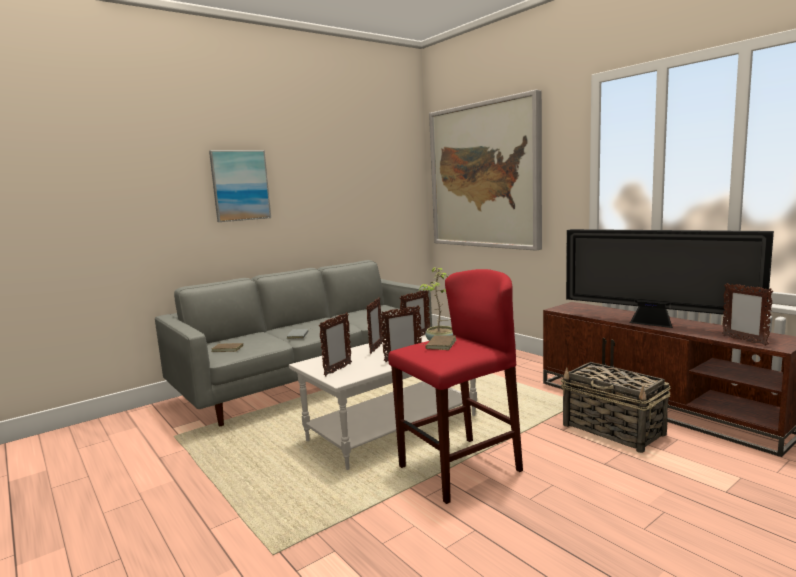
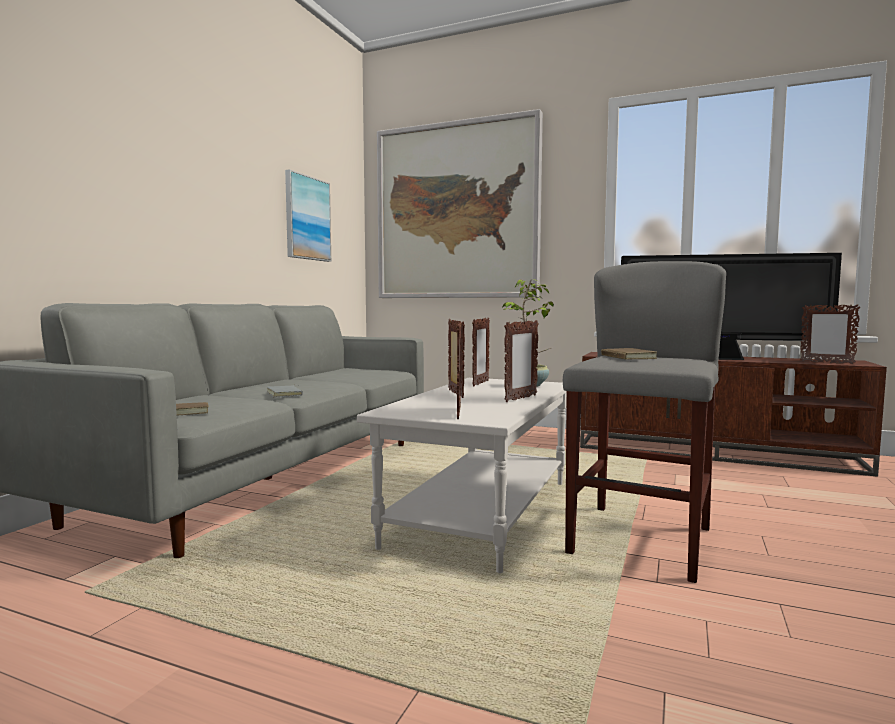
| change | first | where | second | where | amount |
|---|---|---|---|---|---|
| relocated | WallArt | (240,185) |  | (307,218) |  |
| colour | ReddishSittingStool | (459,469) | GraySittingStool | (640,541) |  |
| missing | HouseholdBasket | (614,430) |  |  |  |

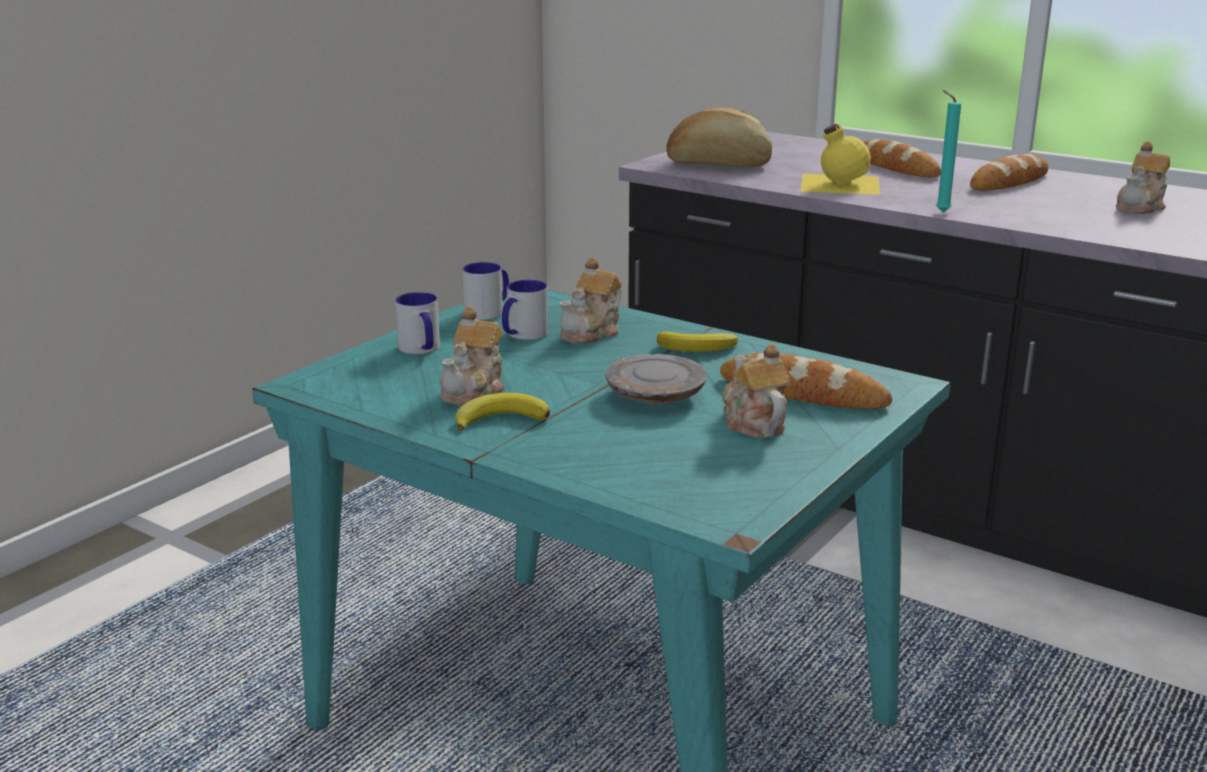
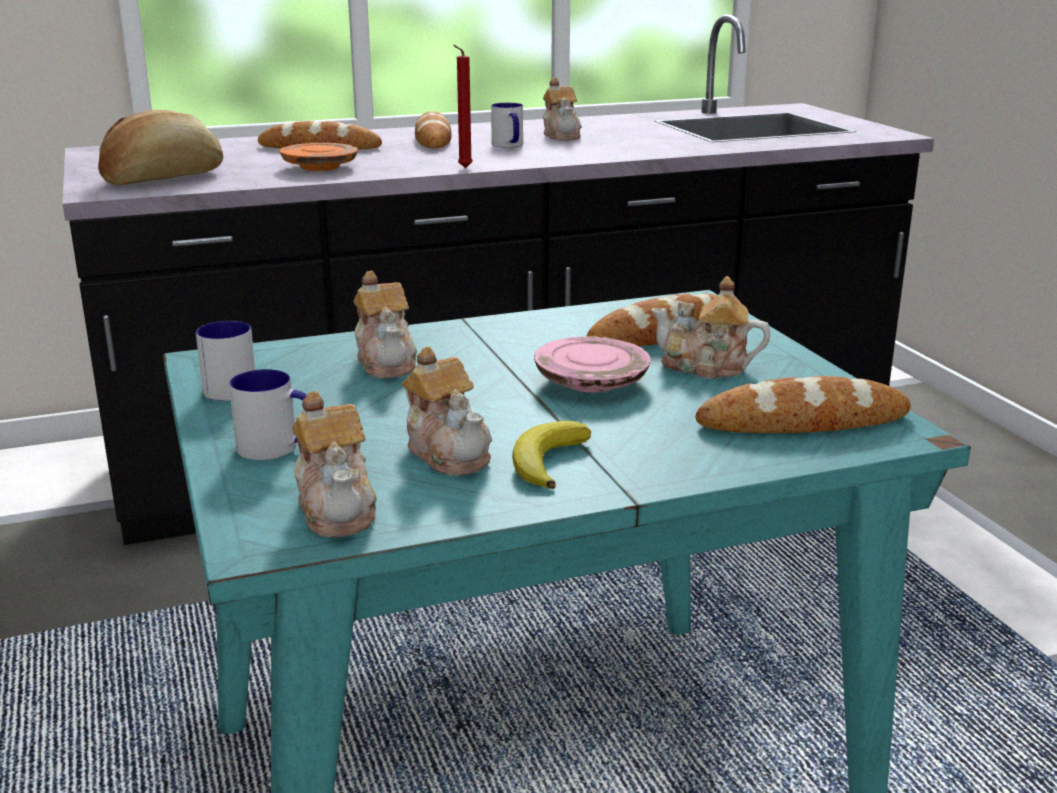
| change | first | where | second | where | amount |
|---|---|---|---|---|---|
| colour | TurquoiseWaxLight | (940,212) | ReddishWaxLight | (463,168) |  |
| exchanged | YellowColouredBeverageBottle | (838,183) | OrangeColouredPlate | (319,167) |  |
| relocated | Mug | (523,335) |  | (509,145) |  |
| missing | WholeBanana | (699,347) |  |  |  |
| colour | GrayPlate | (656,395) | PinkPlate | (591,382) |  |
| appeared |  |  | BakeryBread | (803,421) |  |
| appeared |  |  | Teapot | (338,508) |  |

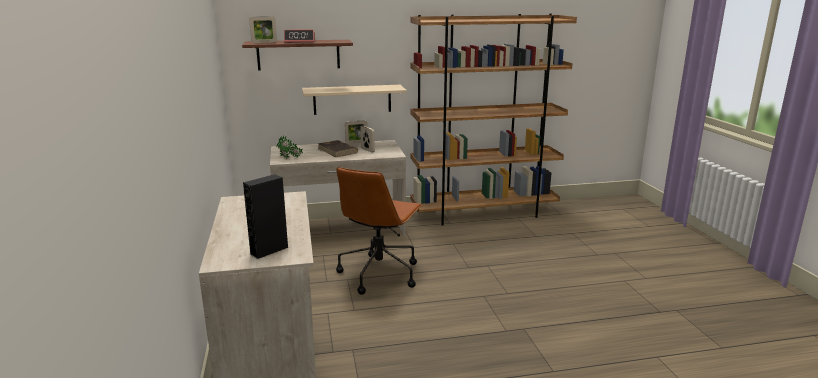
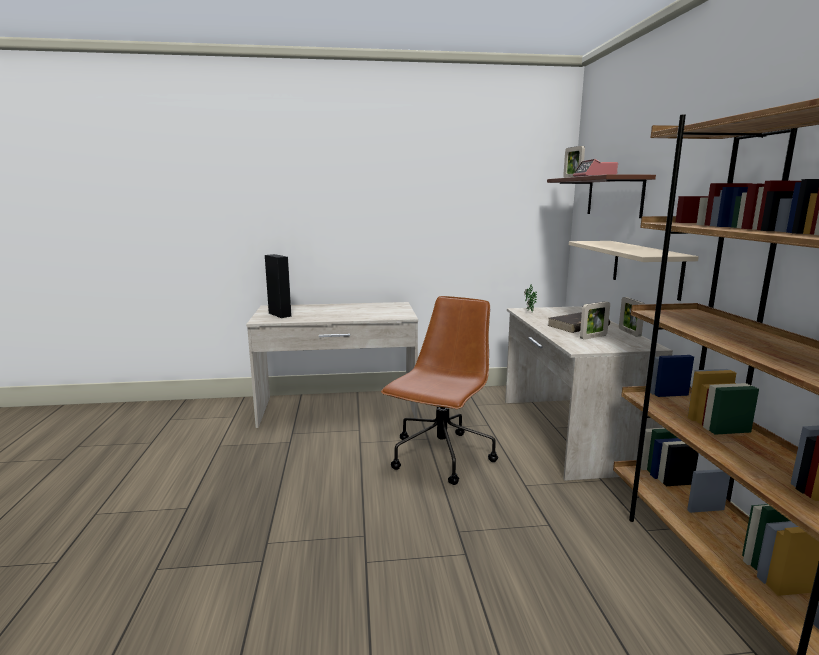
| change | first | where | second | where | amount |
|---|---|---|---|---|---|
| spun | BrownishComputerChair | (379,273) |  | (441,457) | 90 degrees clockwise |

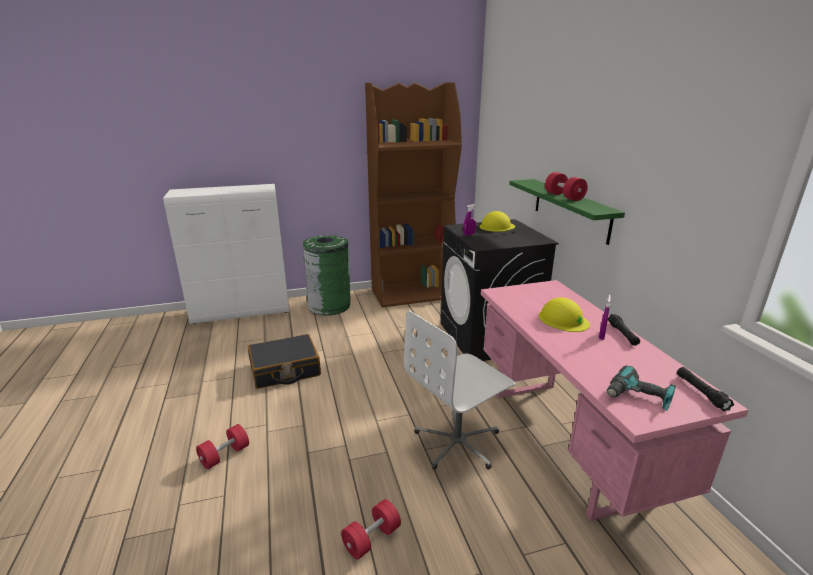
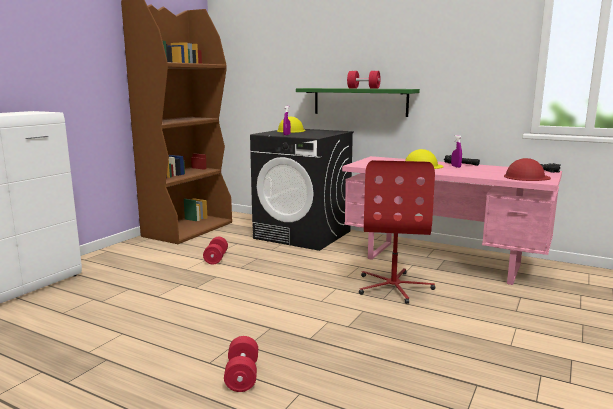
| change | first | where | second | where | amount |
|---|---|---|---|---|---|
| missing | GreenColouredRubbishBin | (329,306) |  |  |  |
| colour | WhitishComputerChair | (458,442) | ReddishComputerChair | (394,287) |  |
| missing | BlackSuitcase | (285,370) |  |  |  |
| exchanged | ElectricDrill | (638,397) | ReddishHardHat | (526,177) |  |
| relocated | ReddishFreeWeight | (371,538) |  | (216,258) |  |

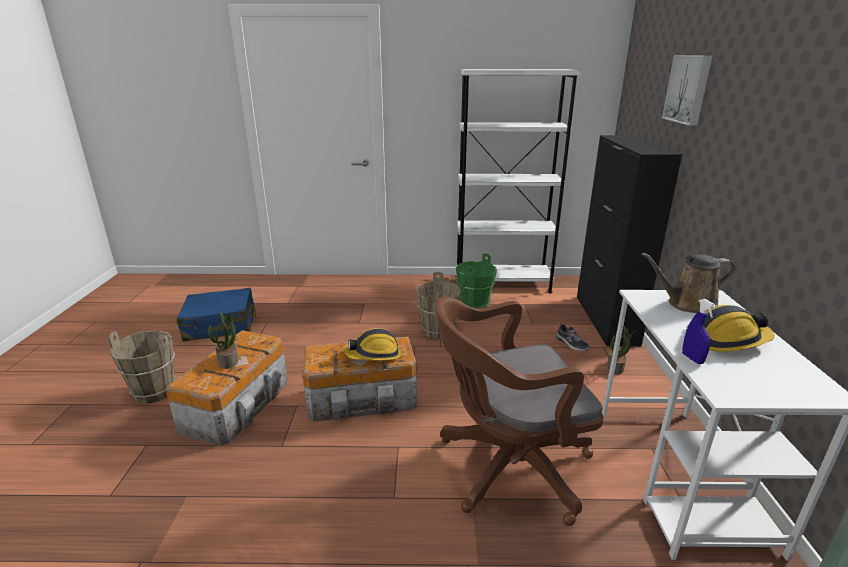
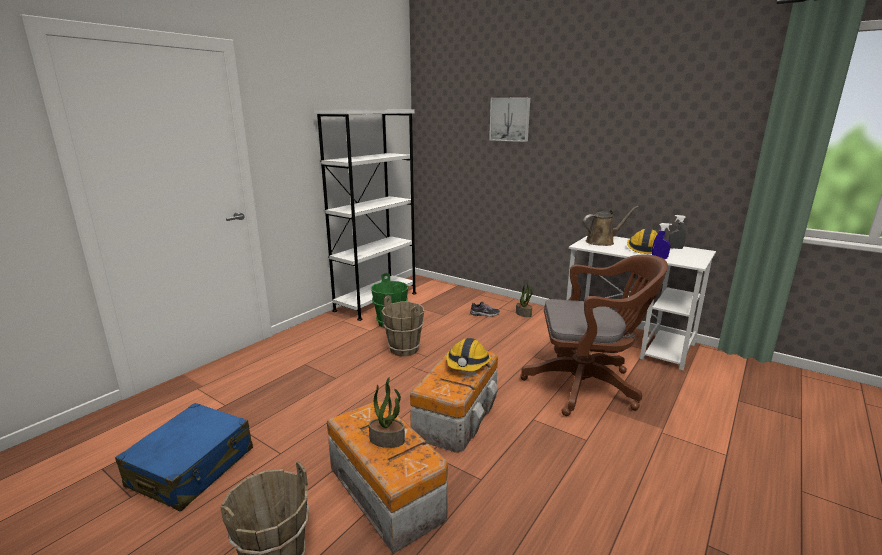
| change | first | where | second | where | amount |
|---|---|---|---|---|---|
| missing | BlackCupboard | (606,320) |  |  |  |
| spun | BrownishSprinklingCan | (687,305) |  | (602,242) | 135 degrees counterclockwise |
| spun | BrownishComputerChair | (507,467) |  | (587,386) | 105 degrees counterclockwise |
| appeared |  |  | GraySprayer | (675,248) |  |

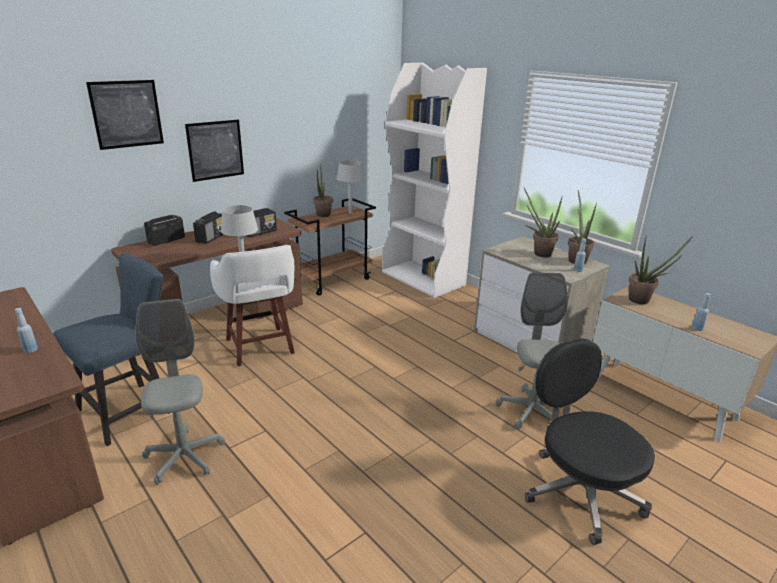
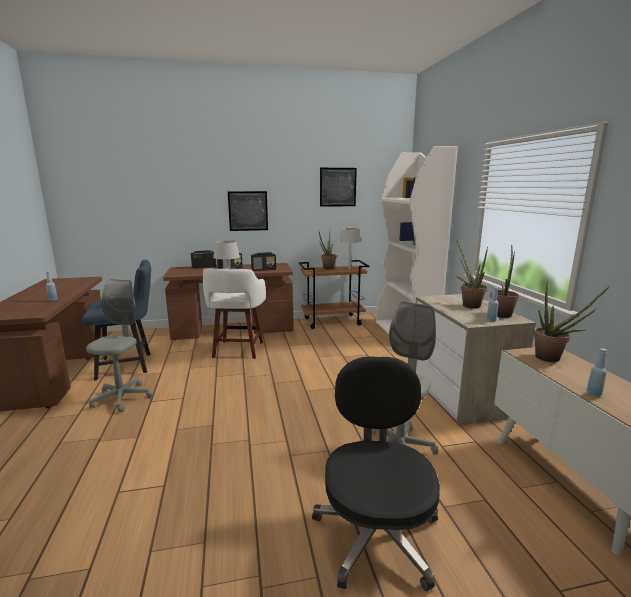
| change | first | where | second | where | amount |
|---|---|---|---|---|---|
| relocated | WallArt | (126,114) |  | (338,187) |  |

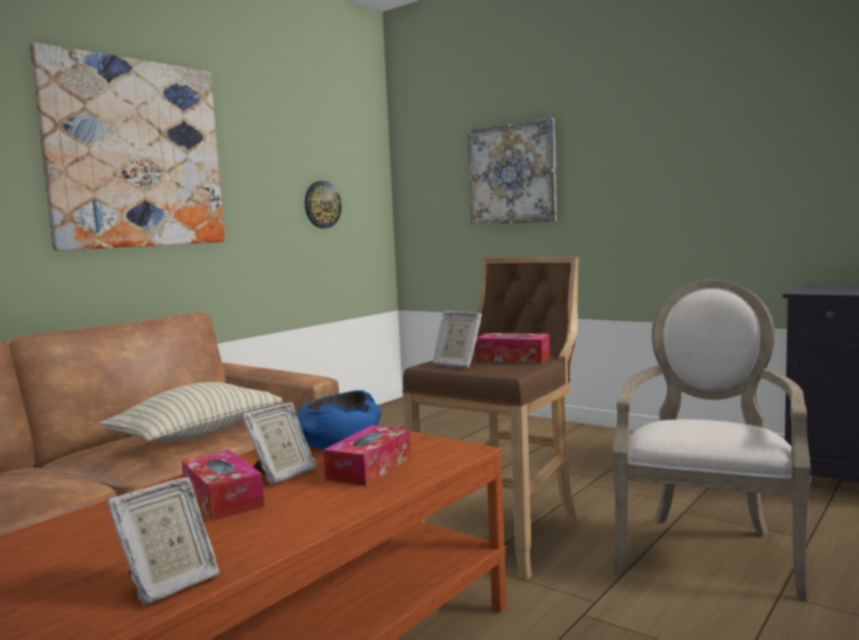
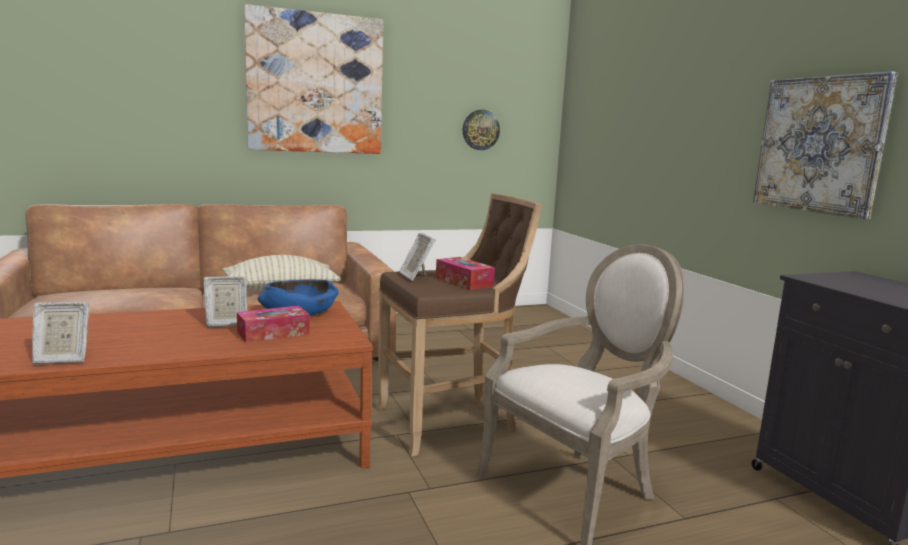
| change | first | where | second | where | amount |
|---|---|---|---|---|---|
| relocated | WallArt | (512,174) |  | (819,144) |  |
| missing | TissueHolder | (222,498) |  |  |  |

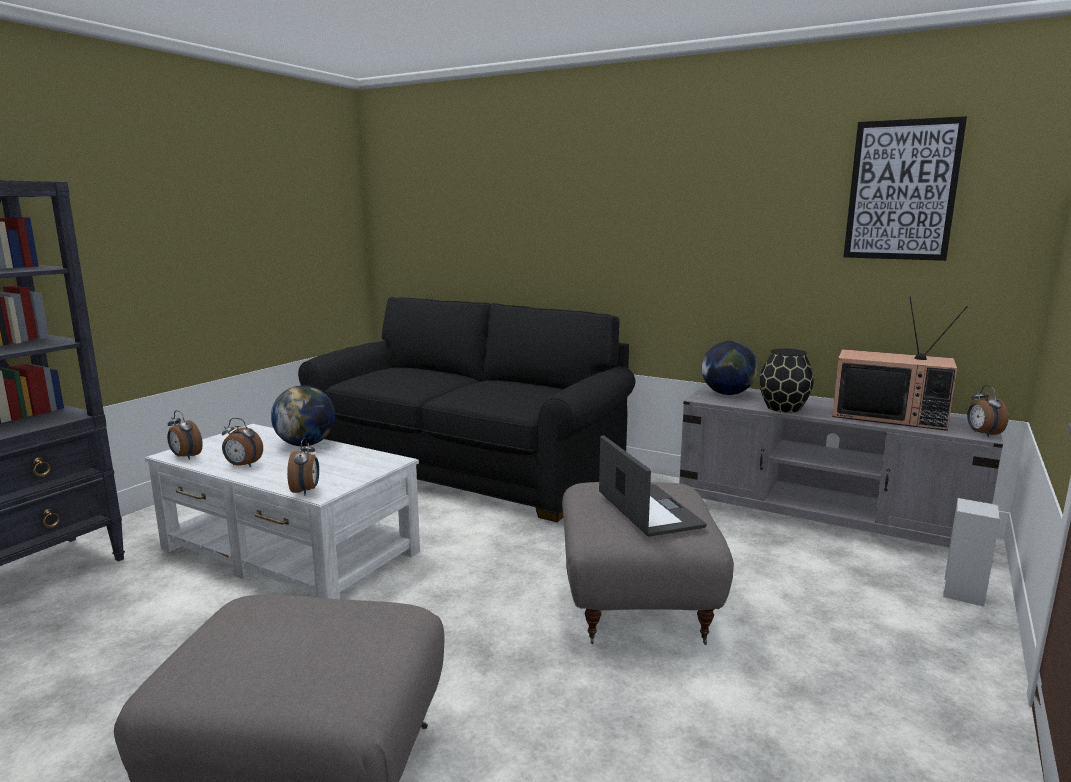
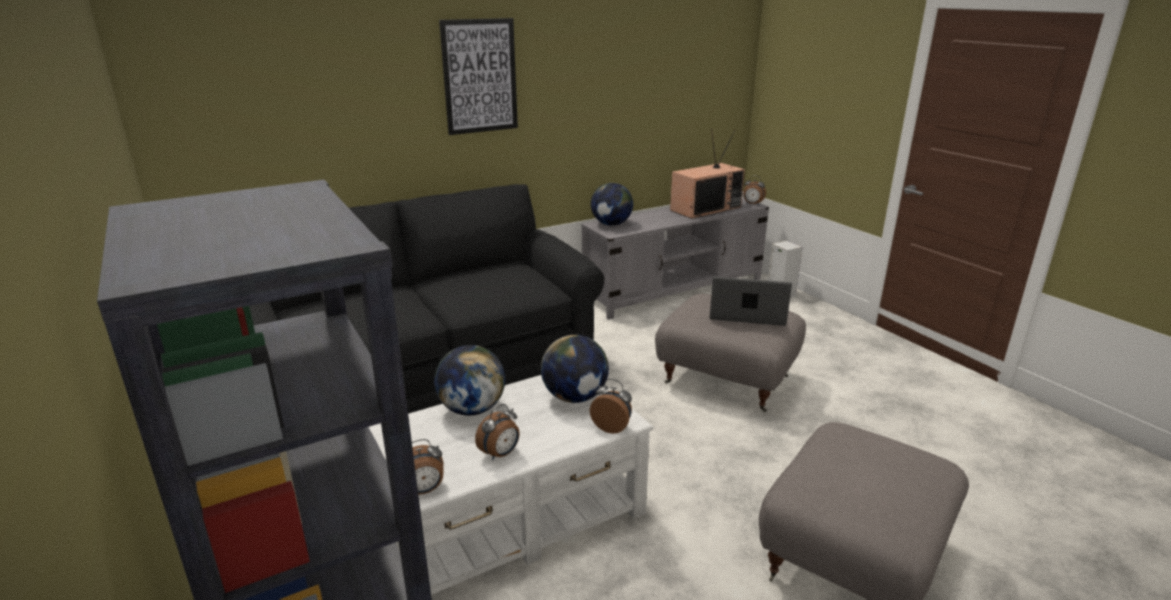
| change | first | where | second | where | amount |
|---|---|---|---|---|---|
| relocated | WallArt | (902,190) |  | (480,76) |  |
| missing | BlackVase | (783,408) |  |  |  |
| appeared |  |  | DeskGlobe | (575,397) |  |

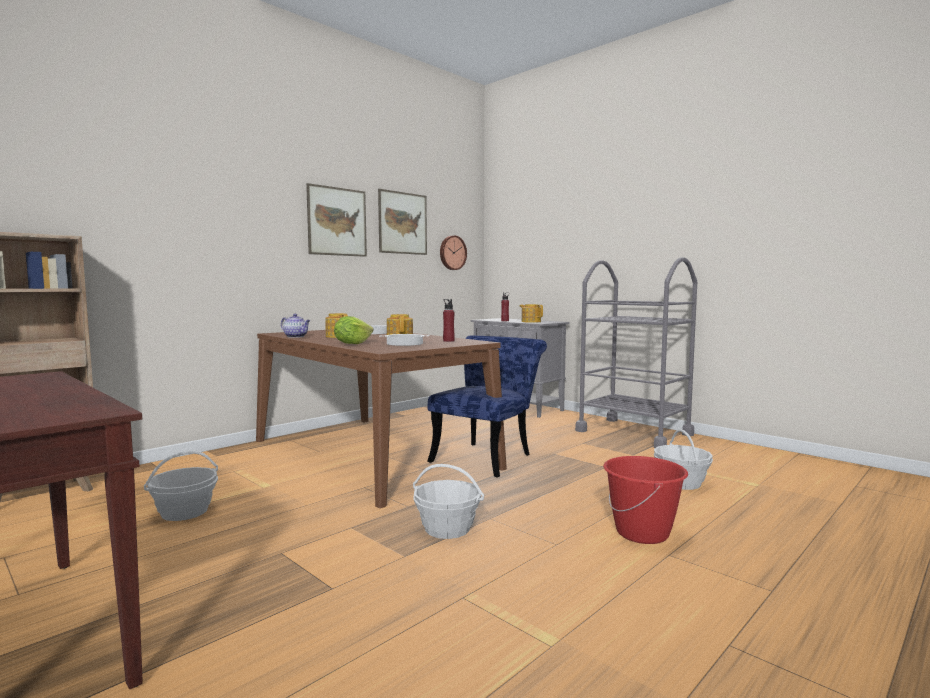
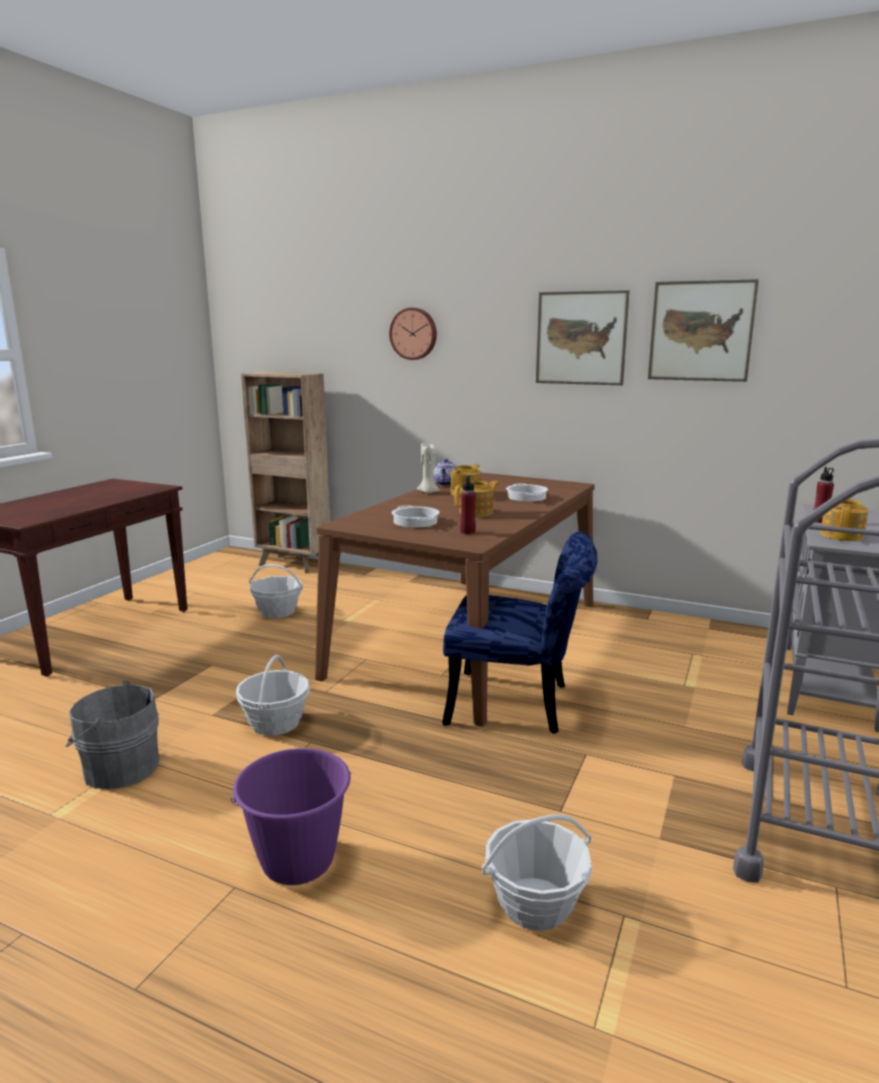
| change | first | where | second | where | amount |
|---|---|---|---|---|---|
| relocated | ClockOnTheWall | (452,253) |  | (414,334) |  |
| missing | HeadOfLettuce | (352,344) |  |  |  |
| colour | ReddishWaterBucket | (642,533) | PurpleColouredWaterBucket | (298,861) |  |
| appeared |  |  | BeigeWaxLight | (428,492) |  |
| appeared |  |  | GrayWaterBucket | (118,768) |  |

